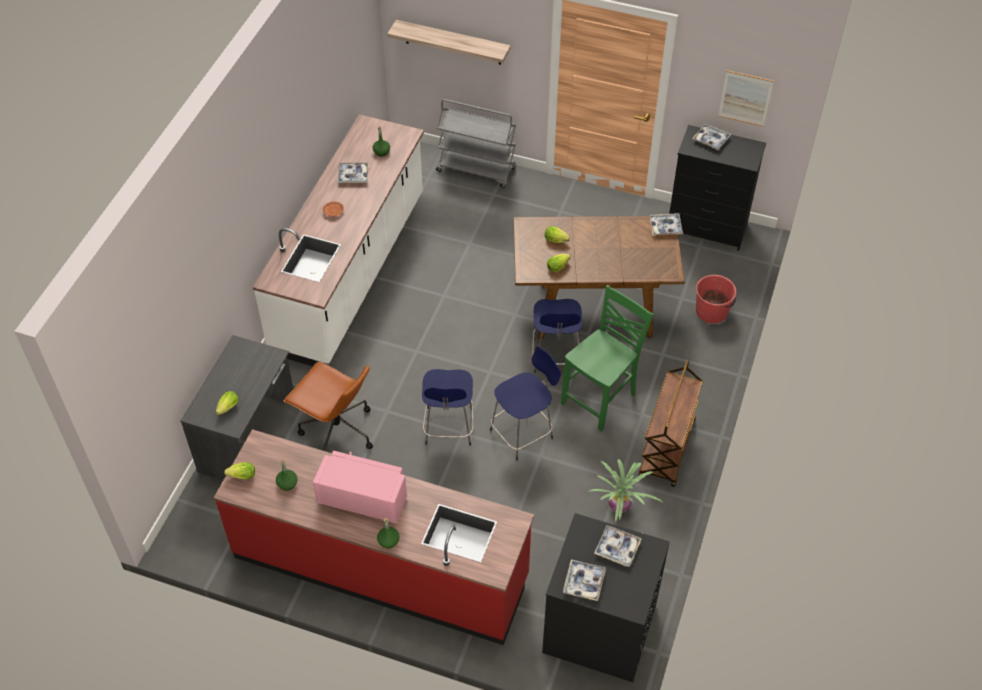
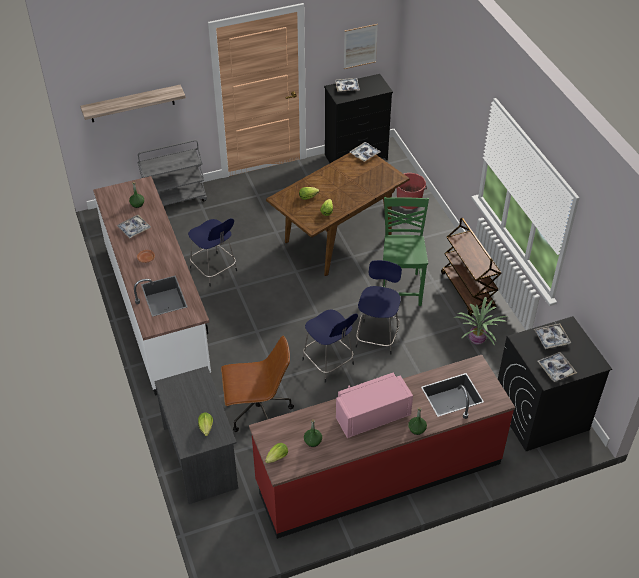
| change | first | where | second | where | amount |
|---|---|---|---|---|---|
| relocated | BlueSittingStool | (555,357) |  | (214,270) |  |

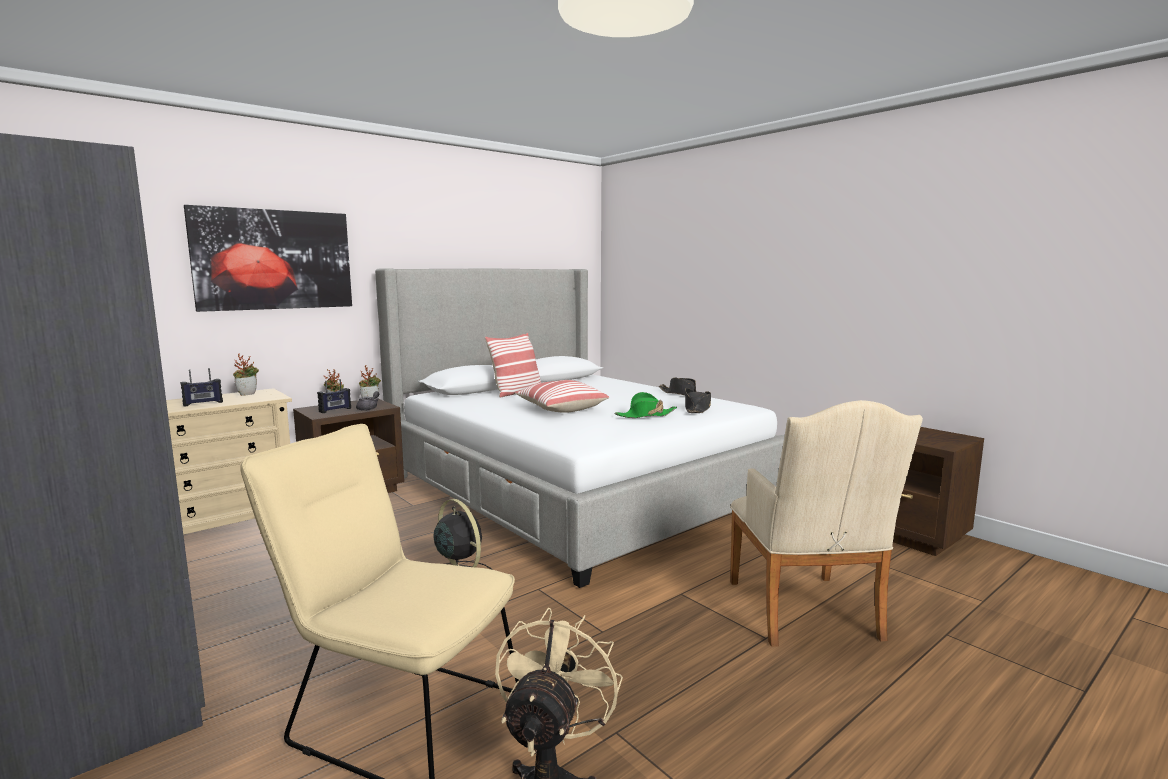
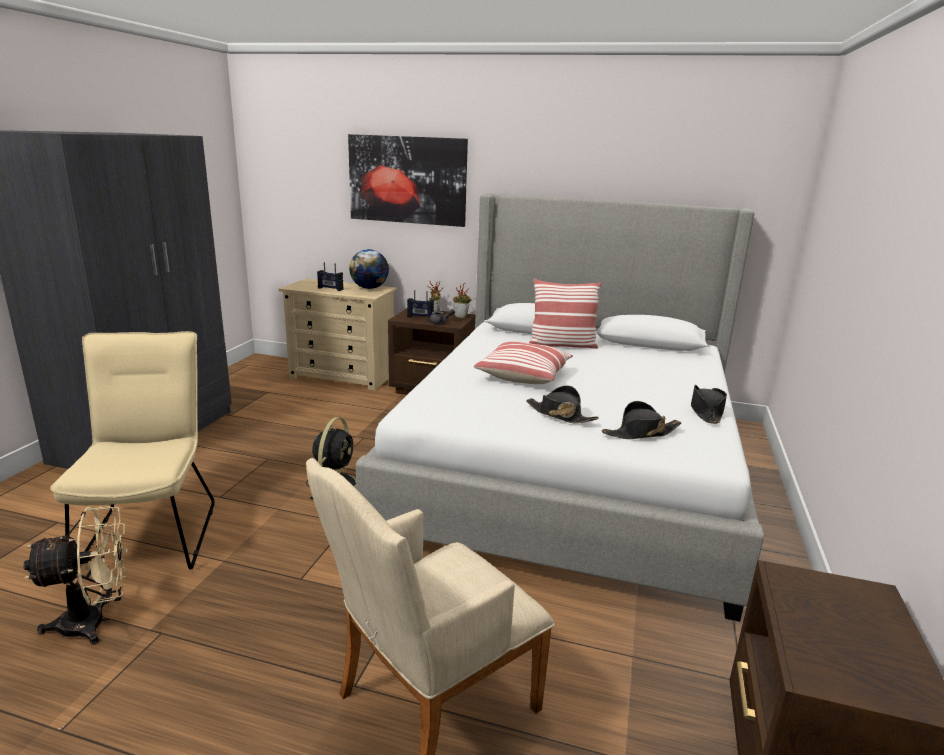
| change | first | where | second | where | amount |
|---|---|---|---|---|---|
| exchanged | Houseplant | (247,394) | DeskGlobe | (369,288) |  |
| colour | GreenColouredWearableHat | (645,415) | BlackWearableHat | (560,415) |  |

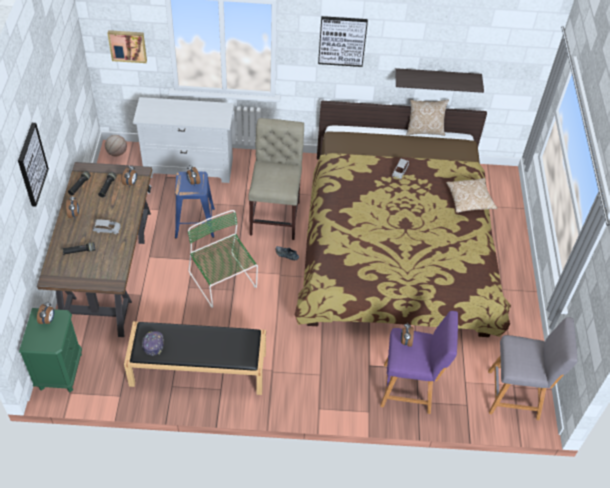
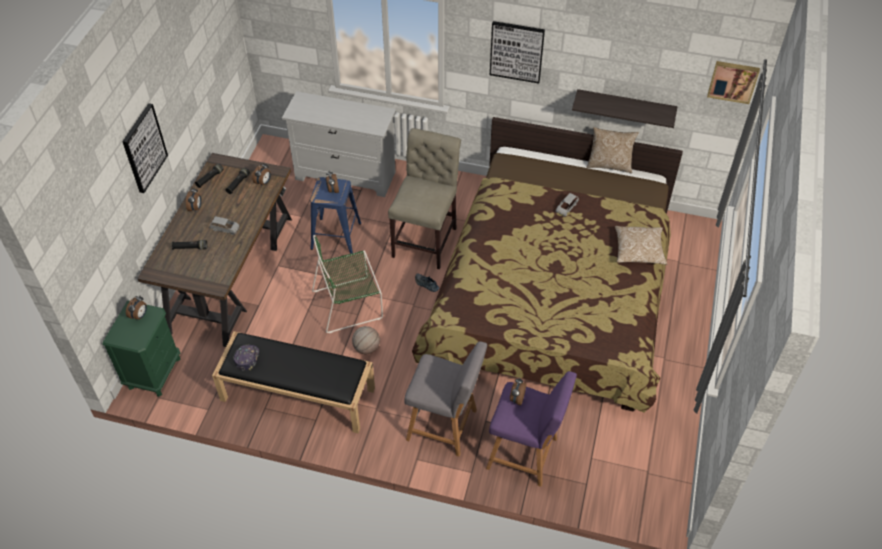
| change | first | where | second | where | amount |
|---|---|---|---|---|---|
| relocated | WallArt | (127,45) |  | (733,81) |  |
| relocated | Basketball | (117,153) |  | (366,348) |  |
| spun | GreenColouredChair | (223,281) |  | (350,304) | 90 degrees counterclockwise |
| relocated | GraySittingStool | (517,395) |  | (445,426) |  |

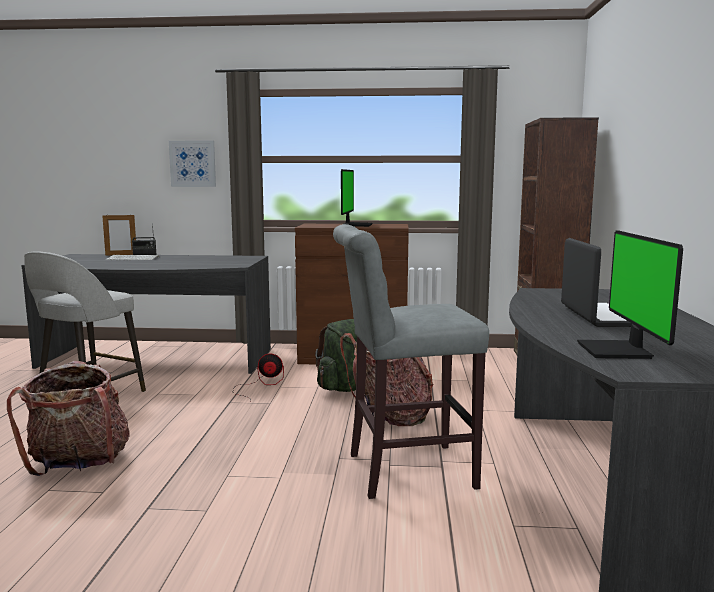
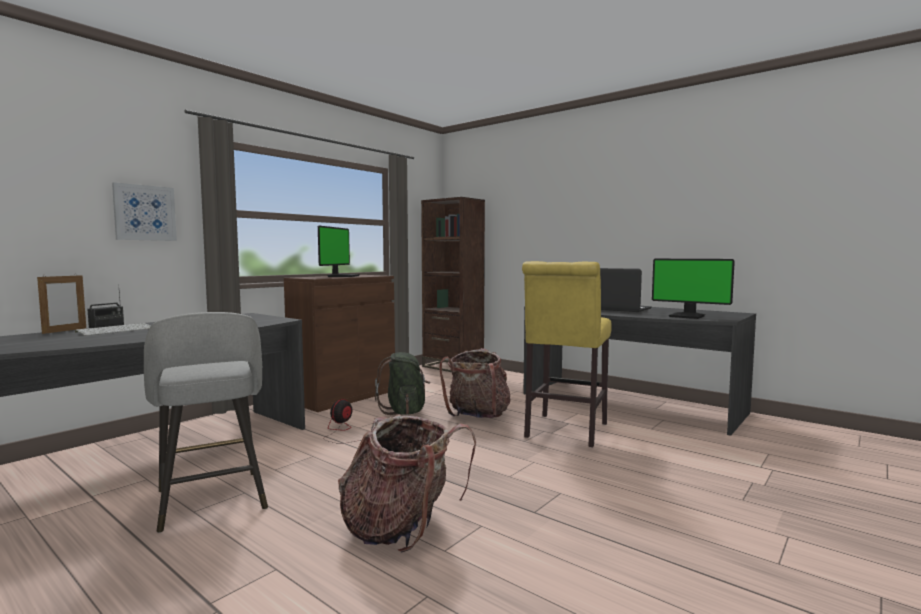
| change | first | where | second | where | amount |
|---|---|---|---|---|---|
| spun | ComputerScreen | (355,225) |  | (342,276) | 60 degrees clockwise |
| colour | GraySittingStool | (403,471) | YellowColouredSittingStool | (564,432) |  |

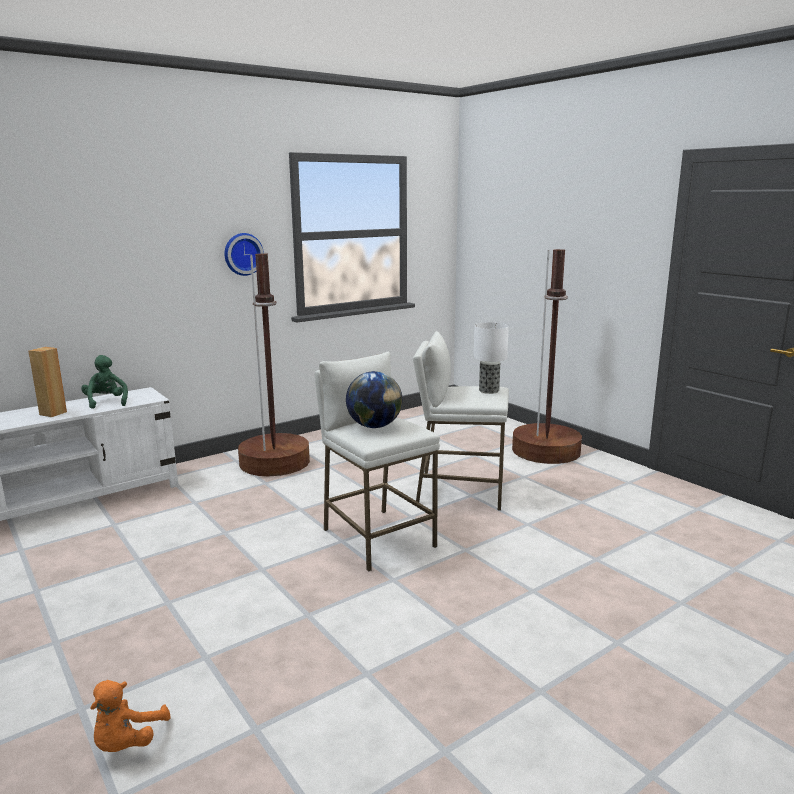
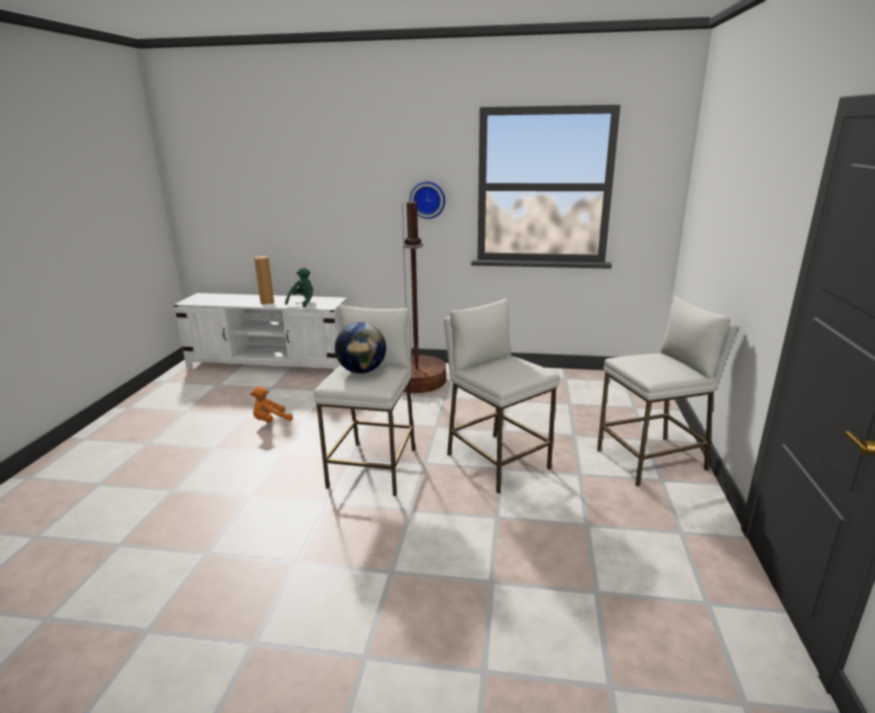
| change | first | where | second | where | amount |
|---|---|---|---|---|---|
| exchanged | BrownishStandardLamp | (546,451) | WhitishSittingStool | (652,460) |  |
| missing | TableLamp | (488,391) |  |  |  |
| relocated | OrangeColouredSoftToy | (127,742) |  | (270,421) |  |

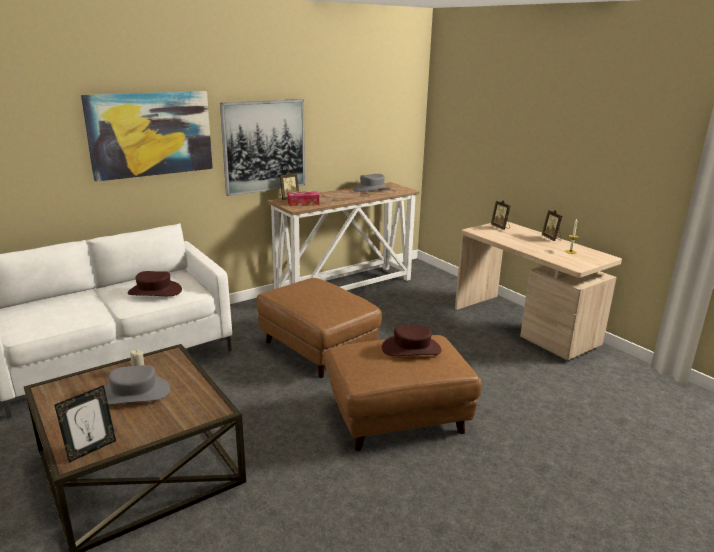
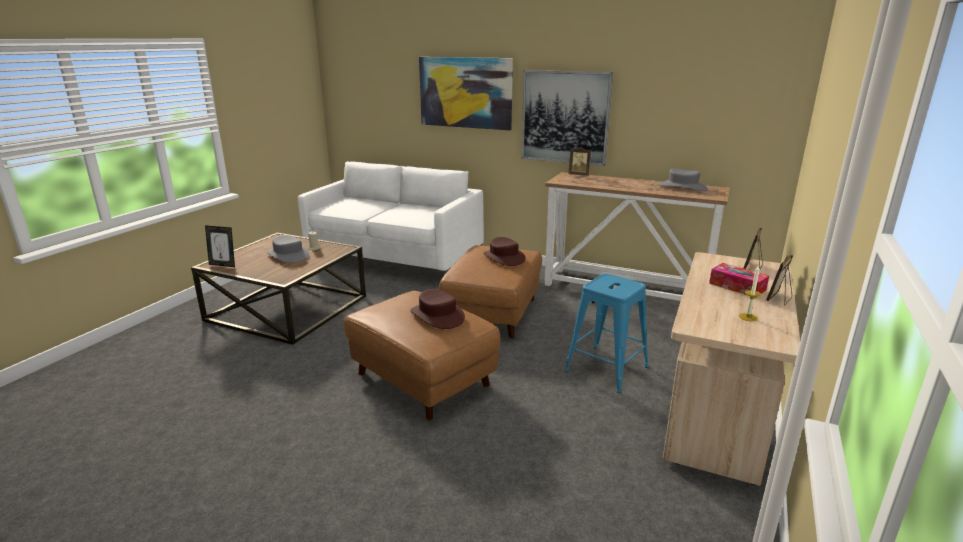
| change | first | where | second | where | amount |
|---|---|---|---|---|---|
| relocated | TissueHolder | (303,203) |  | (737,287) |  |
| relocated | BrownishWearableHat | (155,291) |  | (503,257) |  |
| appeared |  |  | BlueSittingStool | (606,369) |  |

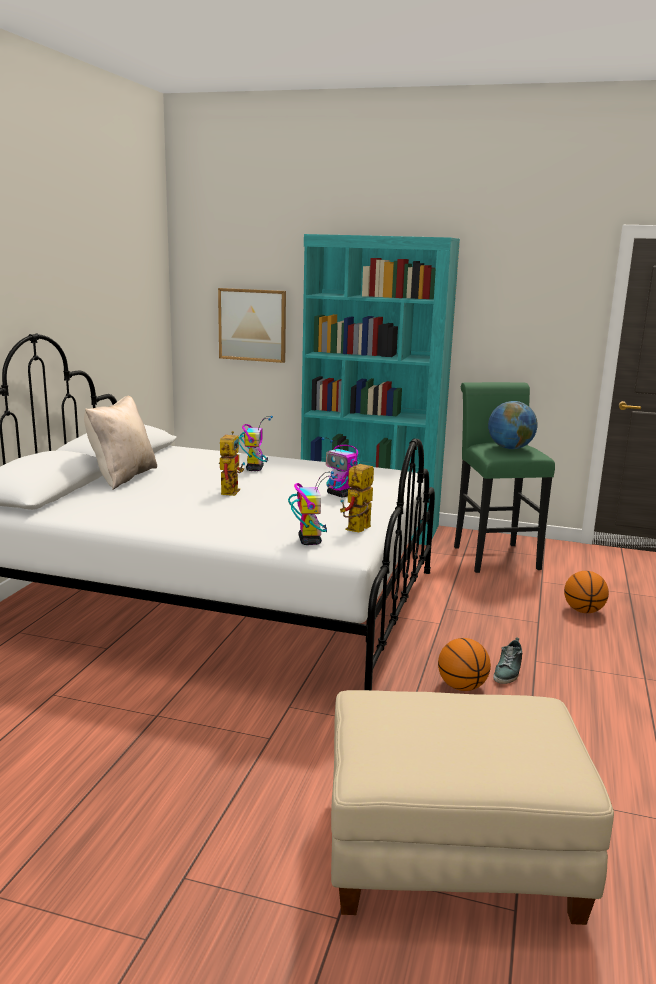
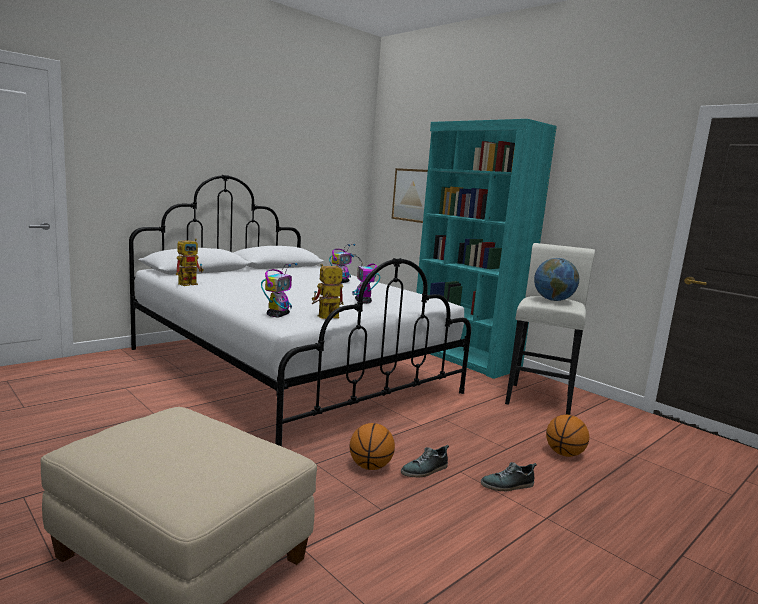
| change | first | where | second | where | amount |
|---|---|---|---|---|---|
| colour | GreenColouredSittingStool | (493,555) | WhitishSittingStool | (540,397) |  |
| missing | BeigeThrowPillow | (122,477) |  |  |  |
| relocated | RobotFigure | (229,490) |  | (190,283) |  |
| appeared |  |  | ItemOfFootwear | (507,485) |  |

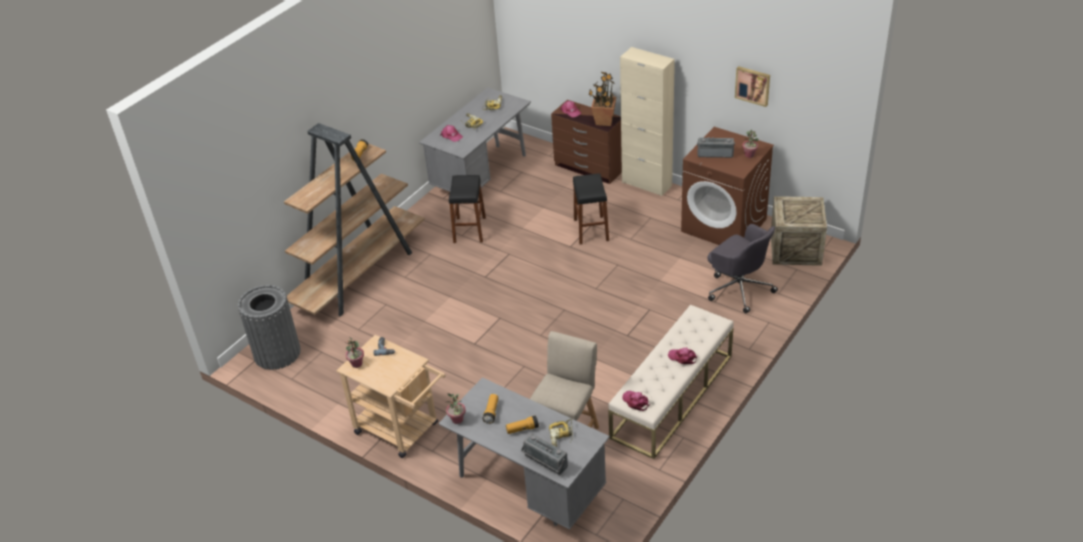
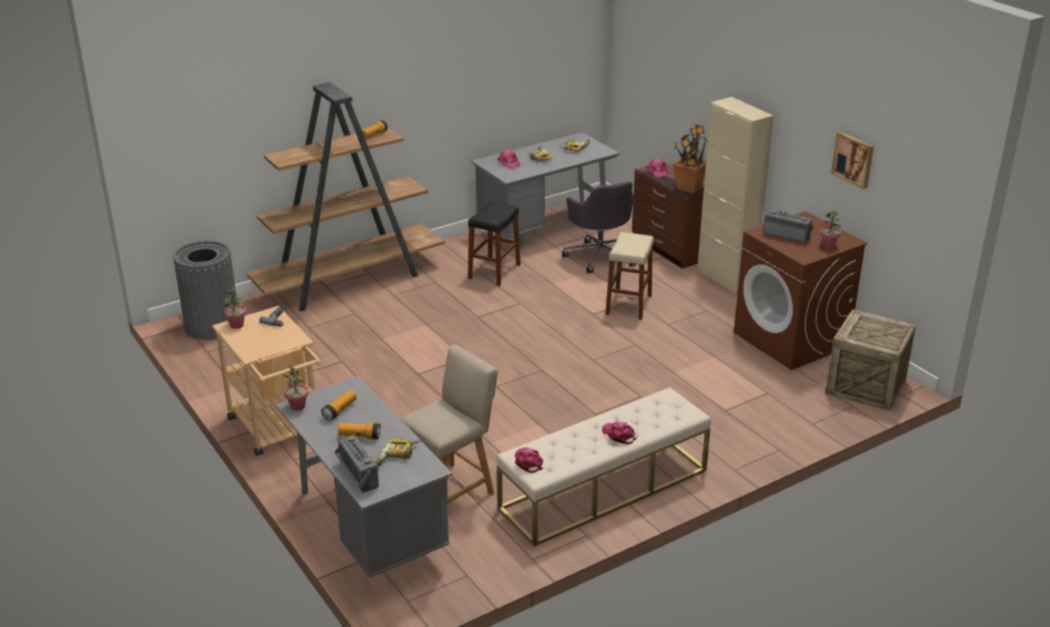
| change | first | where | second | where | amount |
|---|---|---|---|---|---|
| colour | BlackSittingStool | (591,230) | BeigeSittingStool | (628,305) |  |
| relocated | GrayComputerChair | (739,288) |  | (600,255) |  |

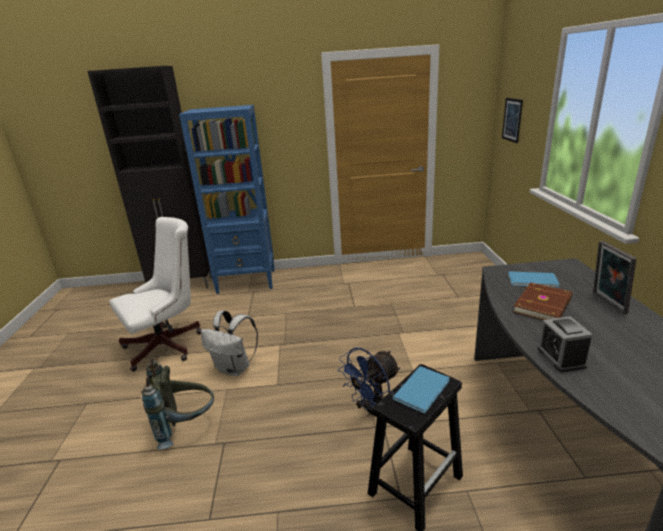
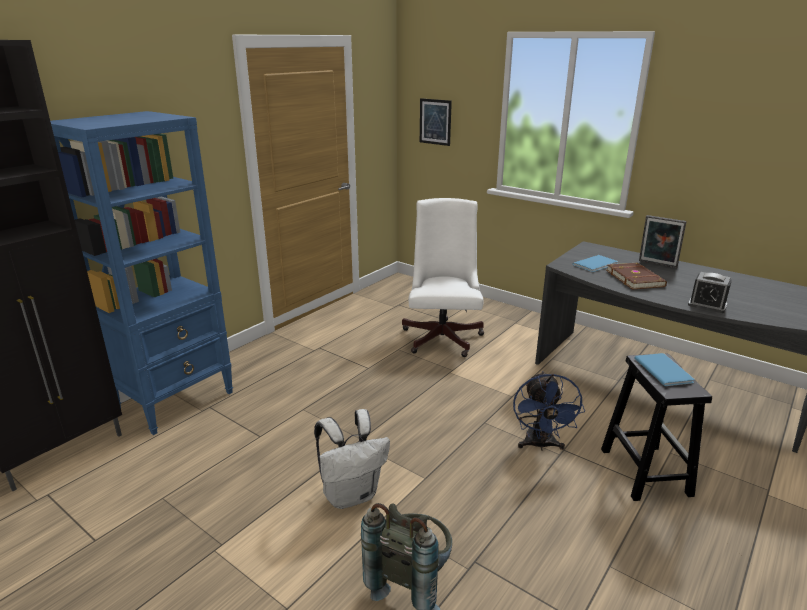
| change | first | where | second | where | amount |
|---|---|---|---|---|---|
| relocated | WhitishComputerChair | (168,345) |  | (443,335) |  |

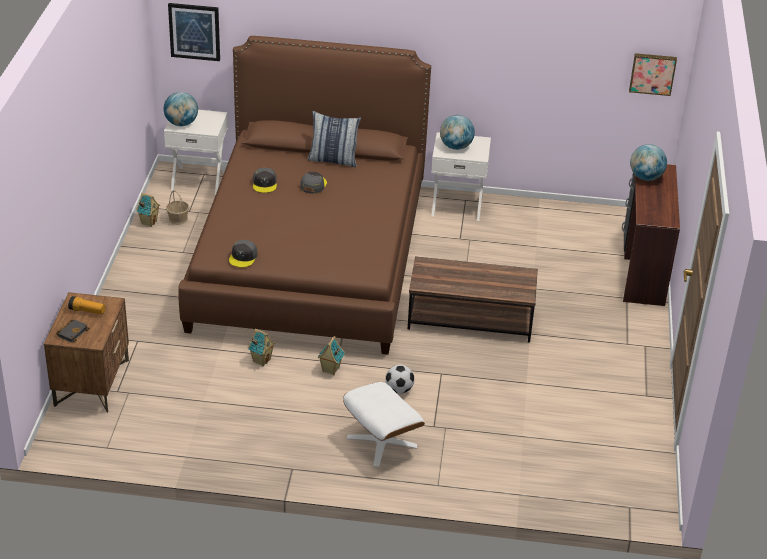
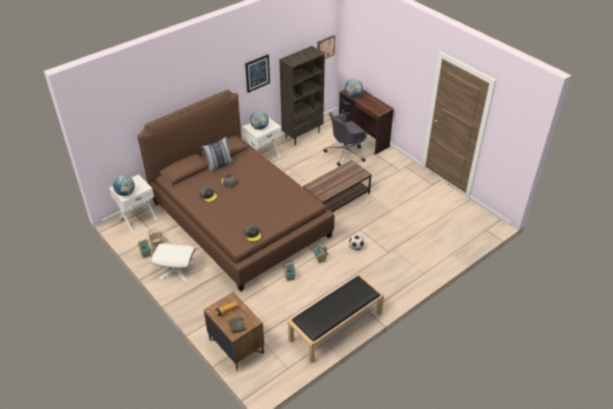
| change | first | where | second | where | amount |
|---|---|---|---|---|---|
| relocated | WallArt | (194,31) |  | (257,73) |  |
| relocated | WhitishFootrest | (381,442) |  | (176,270) |  |
| appeared |  |  | BrownishBookshelf | (302,134) |  |
| appeared |  |  | GrayComputerChair | (346,153) |  |
| appeared |  |  | BlackBench | (335,327) |  |

